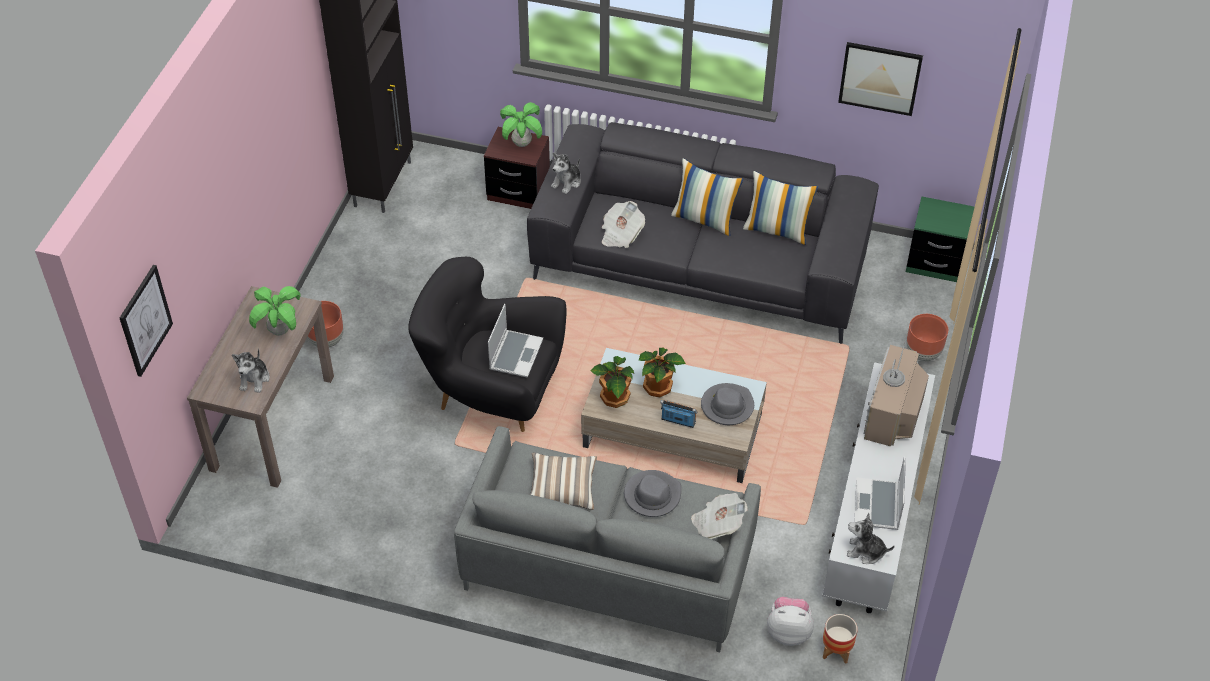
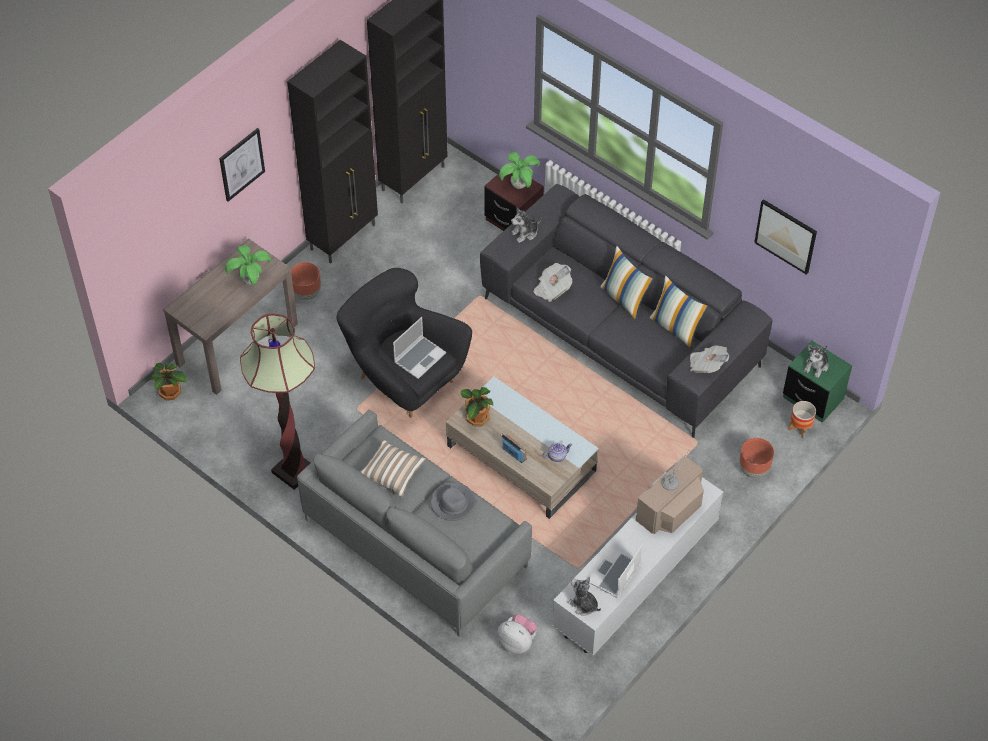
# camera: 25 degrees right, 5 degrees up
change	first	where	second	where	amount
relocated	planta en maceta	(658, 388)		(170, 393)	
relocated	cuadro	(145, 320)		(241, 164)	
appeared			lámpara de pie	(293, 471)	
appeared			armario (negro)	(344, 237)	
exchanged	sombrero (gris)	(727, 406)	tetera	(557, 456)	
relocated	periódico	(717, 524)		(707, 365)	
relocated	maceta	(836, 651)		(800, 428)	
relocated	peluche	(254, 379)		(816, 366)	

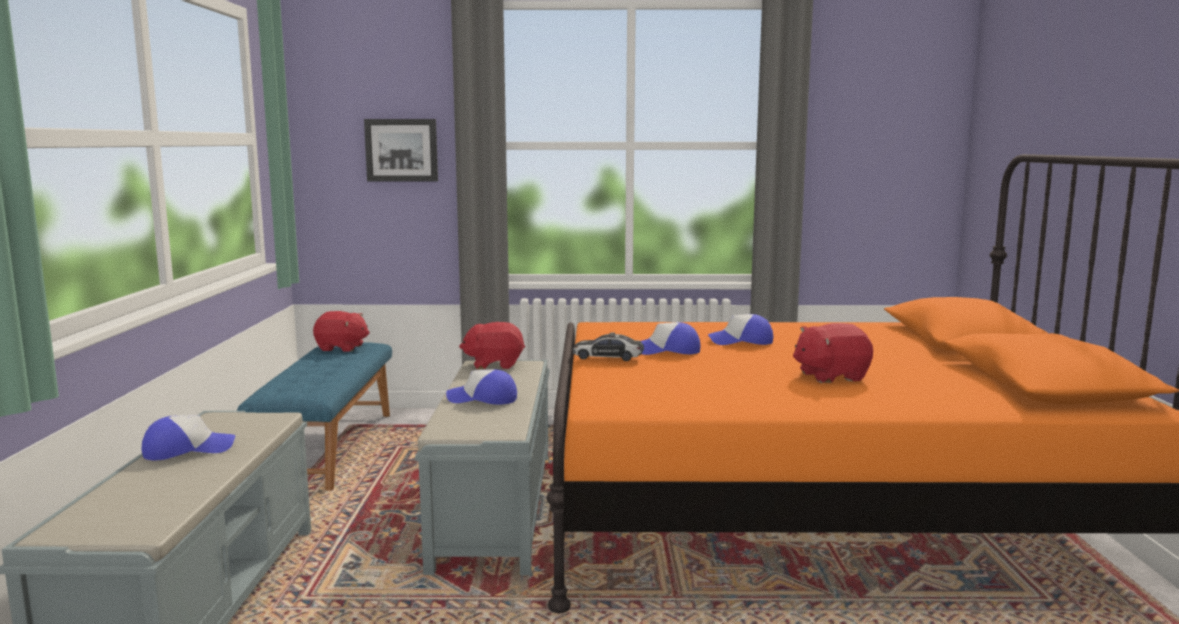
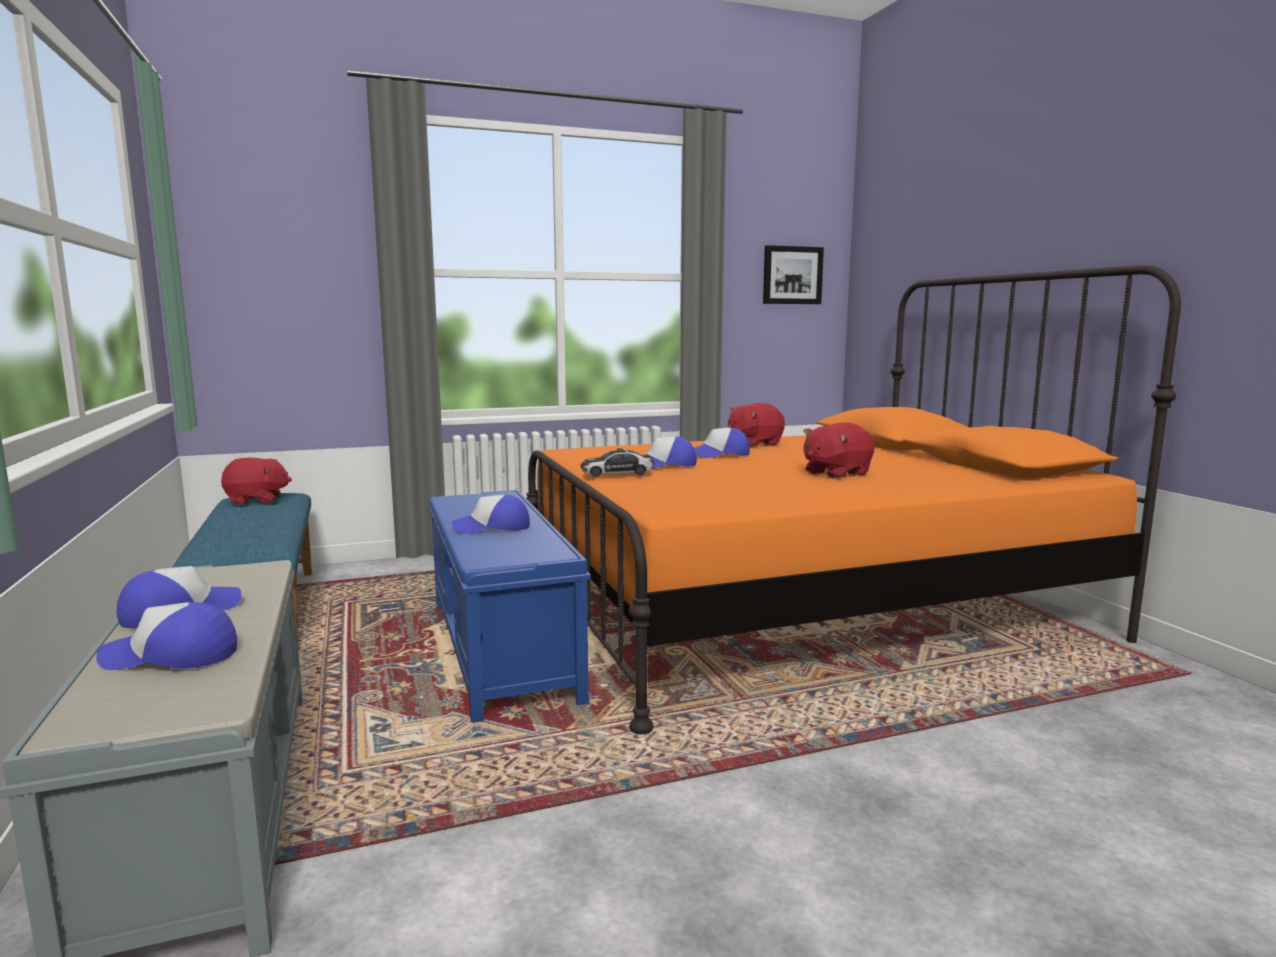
# camera: 20 degrees left, 0 degrees up
change	first	where	second	where	amount
appeared			gorra	(171, 656)	
colour	banco (gris)	(495, 510)	banco (azul)	(501, 649)	
relocated	peluche (rojo)	(494, 364)		(754, 444)	
relocated	cuadro	(402, 150)		(792, 275)	

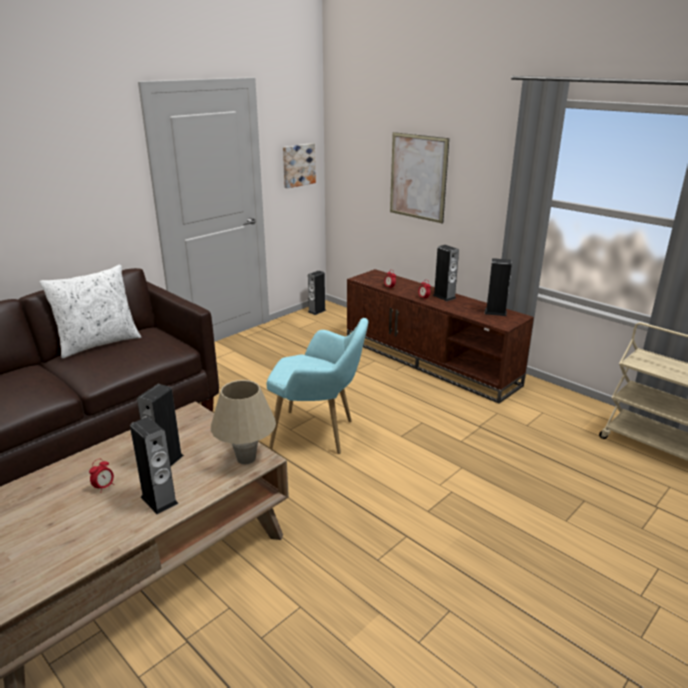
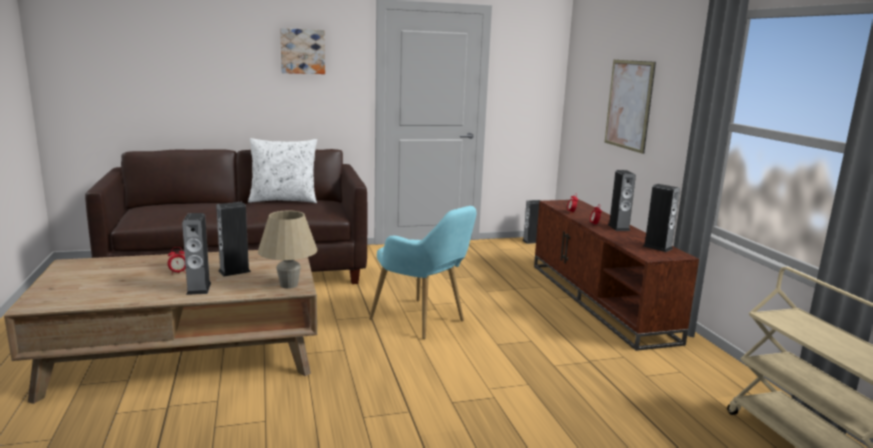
# camera: 30 degrees right, 10 degrees down
change	first	where	second	where	amount
relocated	cuadro	(298, 165)		(302, 51)	

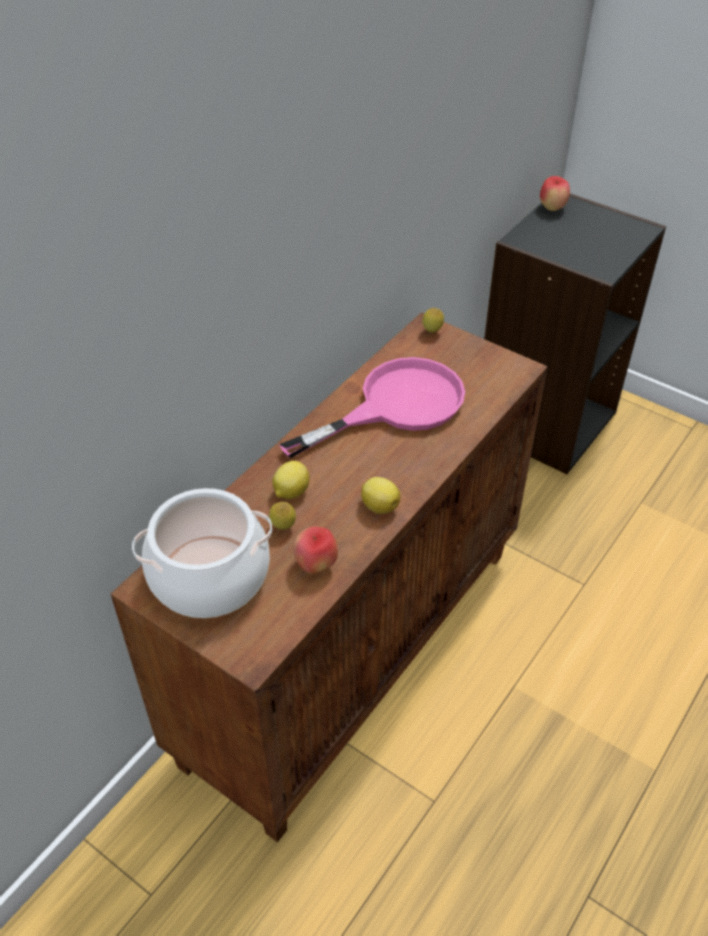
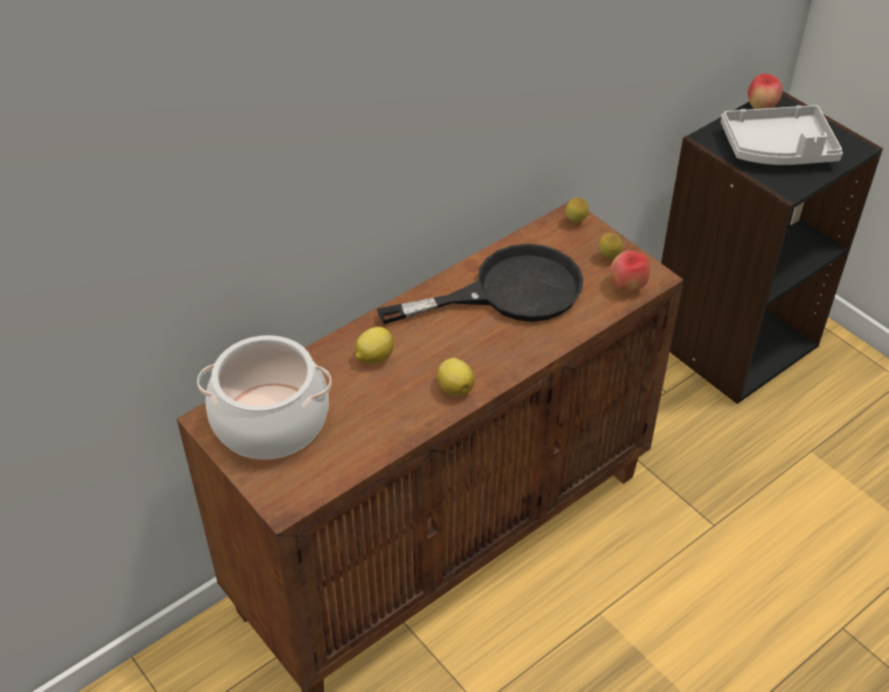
# camera: 15 degrees right, 0 degrees up
change	first	where	second	where	amount
colour	sartén (rosa)	(395, 406)	sartén (negro)	(508, 292)	
relocated	limón	(283, 527)		(609, 258)	
relocated	manzana	(316, 565)		(627, 287)	
appeared			bandeja (gris)	(778, 149)	

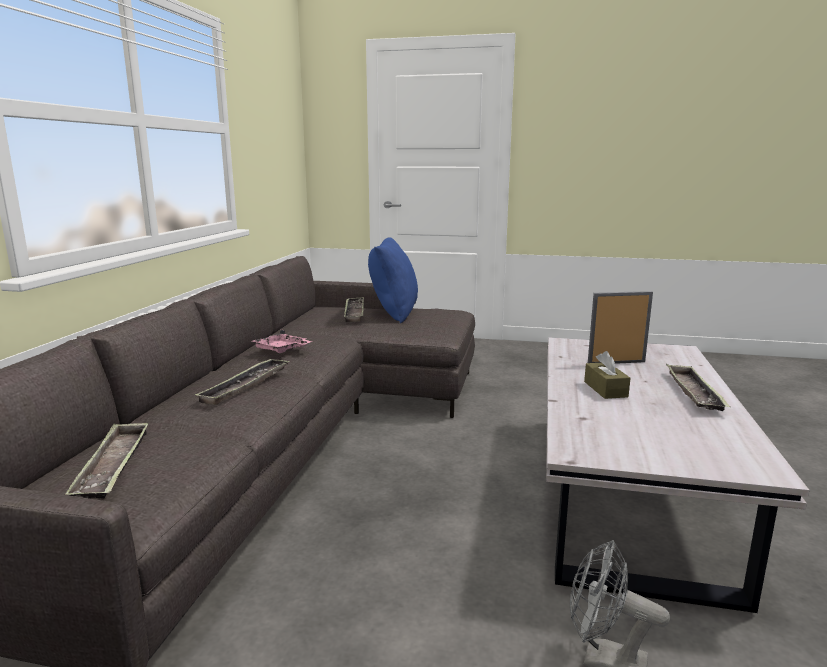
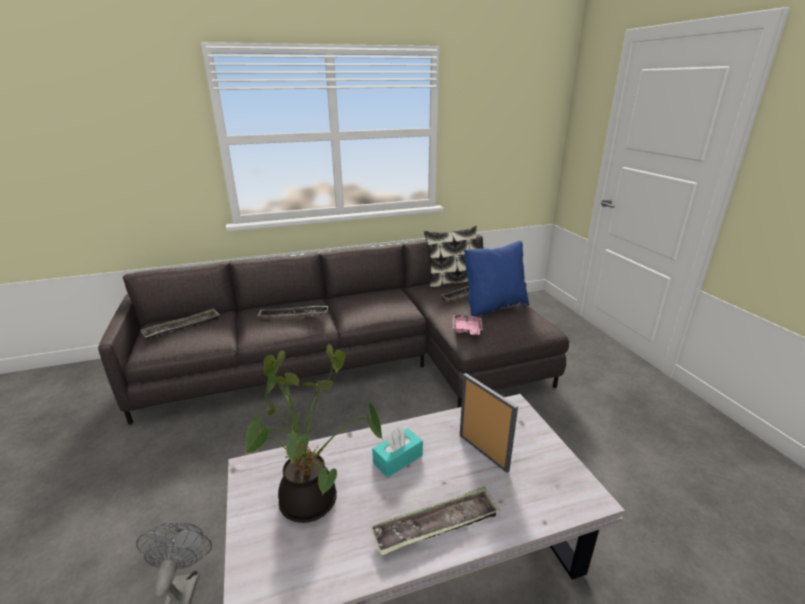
# camera: 60 degrees right, 10 degrees up
change	first	where	second	where	amount
appeared			planta en maceta	(314, 500)	
colour	caja de pañuelos (marrón)	(605, 389)	caja de pañuelos (turquesa)	(398, 459)	
appeared			cojín	(452, 282)	
relocated	bandeja (rosa)	(282, 350)		(467, 329)	

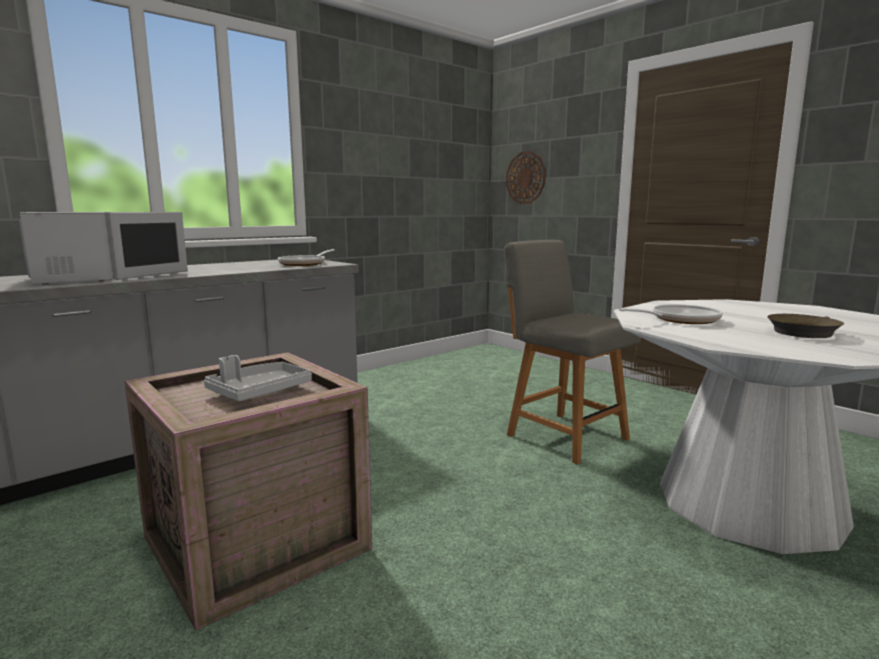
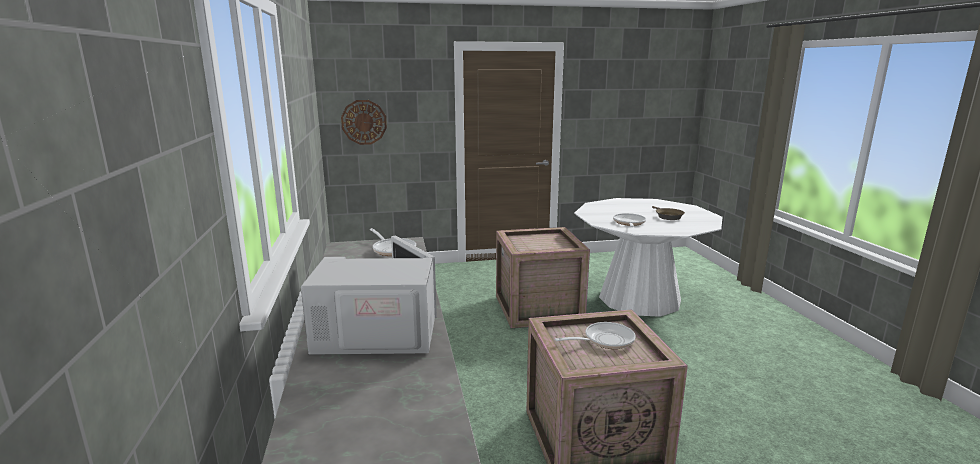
# camera: 60 degrees left, 5 degrees up
change	first	where	second	where	amount
exchanged	silla (gris)	(563, 435)	caja de embalaje	(537, 308)	
exchanged	bandeja (gris)	(259, 392)	sartén	(604, 340)	

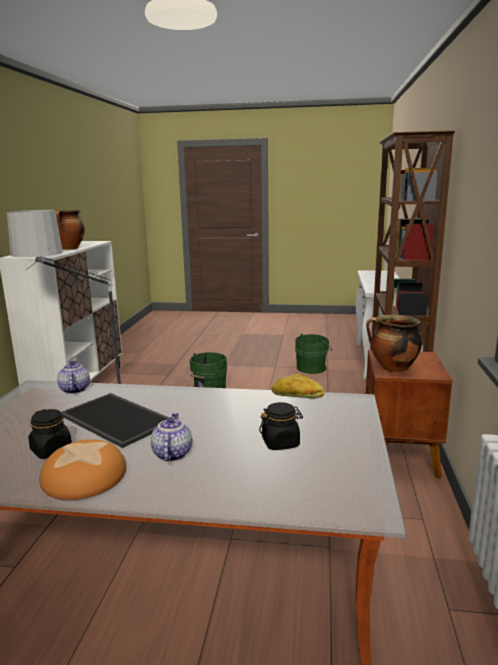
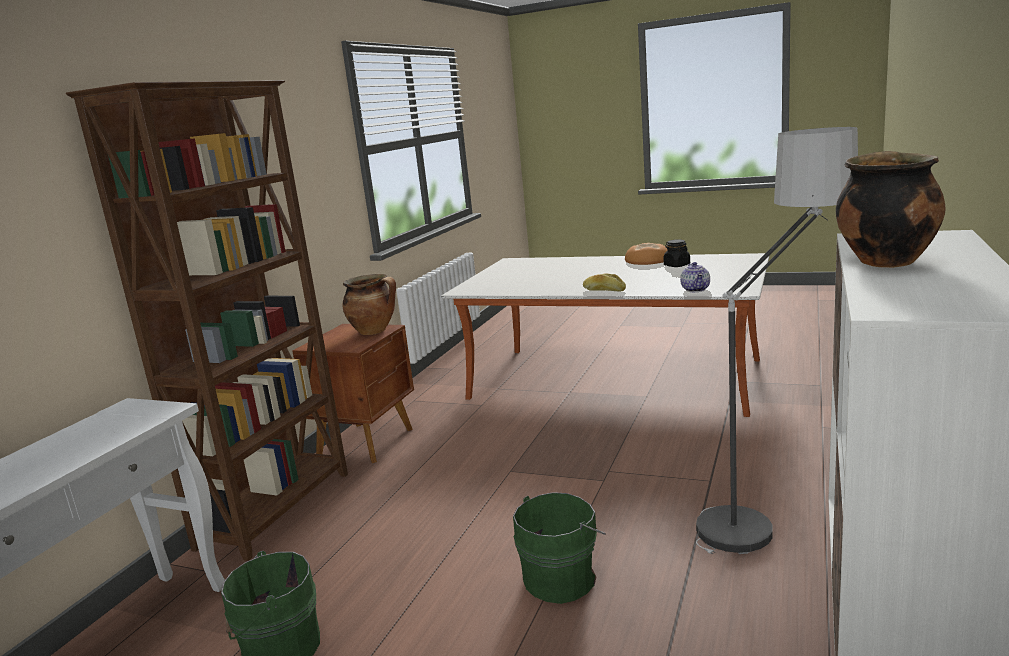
# camera: 165 degrees left, 0 degrees up
change	first	where	second	where	amount
relocated	pan	(297, 396)		(604, 290)	
missing	bandeja	(118, 419)			
missing	tetera	(171, 454)			
missing	tarro (negro)	(281, 443)			

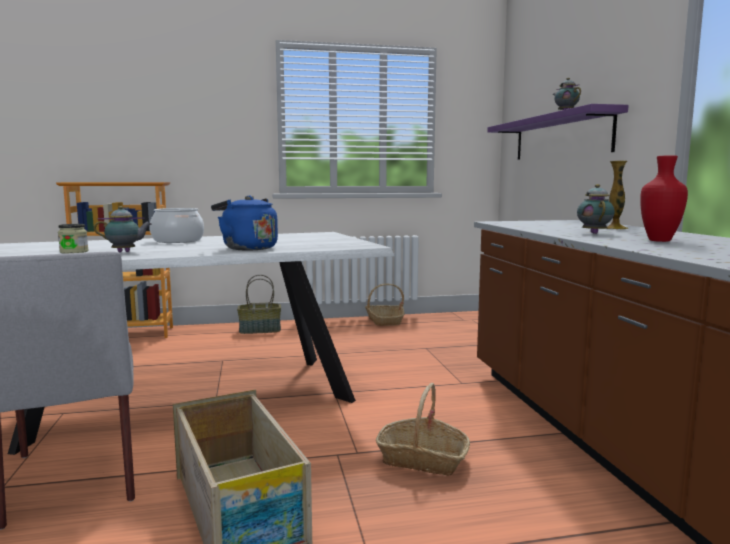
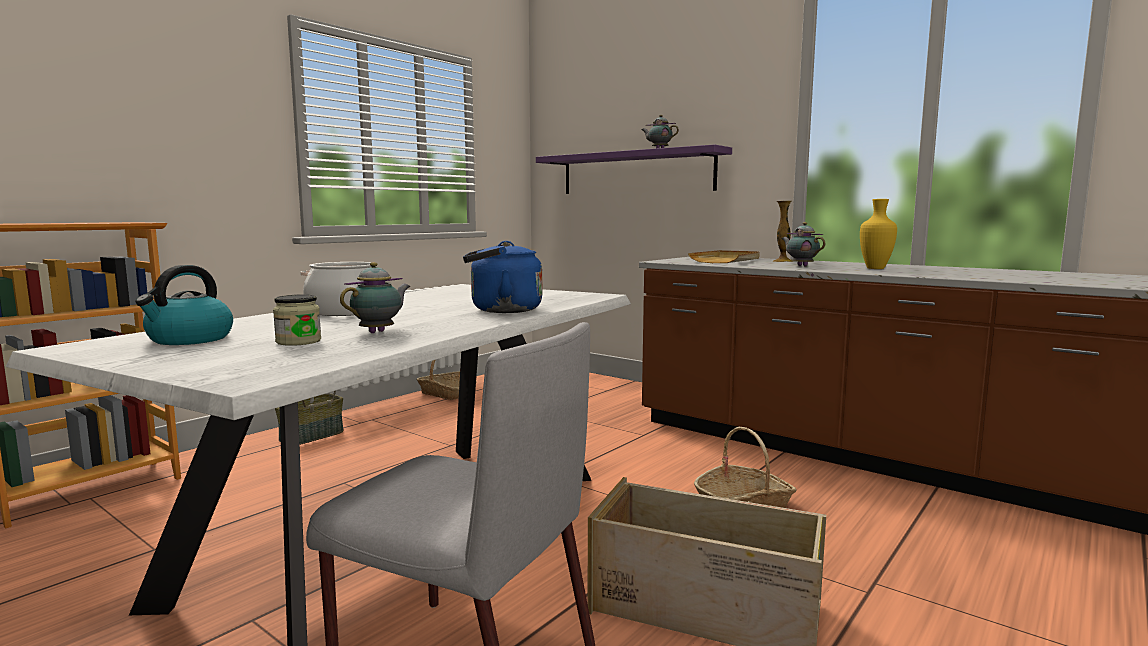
# camera: 40 degrees left, 0 degrees up
change	first	where	second	where	amount
appeared			hervidor	(189, 339)	
appeared			bandeja (beis)	(726, 260)	
colour	florero (rojo)	(658, 240)	florero (amarillo)	(874, 268)	

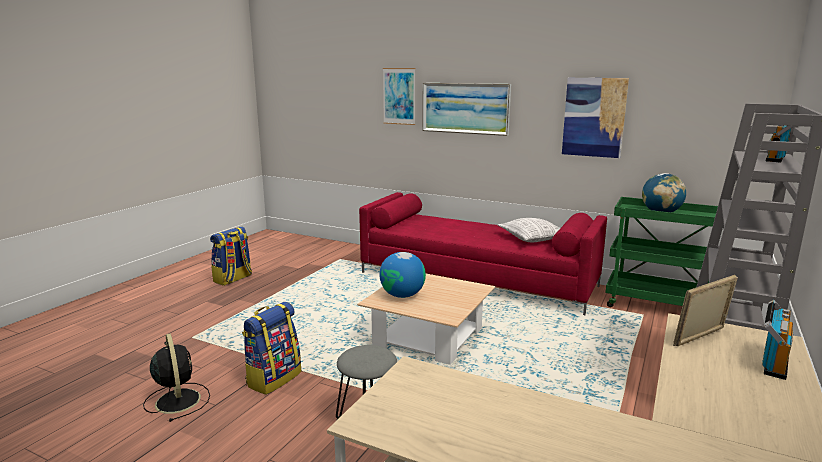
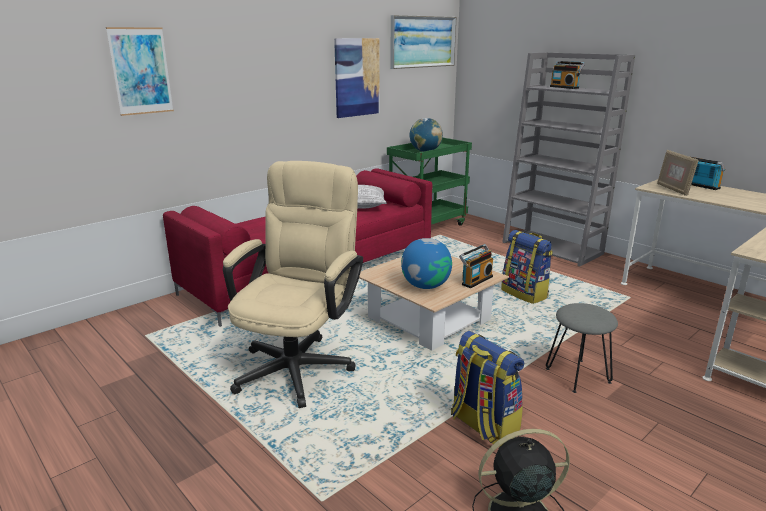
# camera: 70 degrees left, 5 degrees up
change	first	where	second	where	amount
appeared			silla de oficina (beis)	(299, 363)	
relocated	cuadro	(465, 108)		(423, 42)	
appeared			radio	(475, 280)	
relocated	mochila	(233, 279)		(525, 294)	

